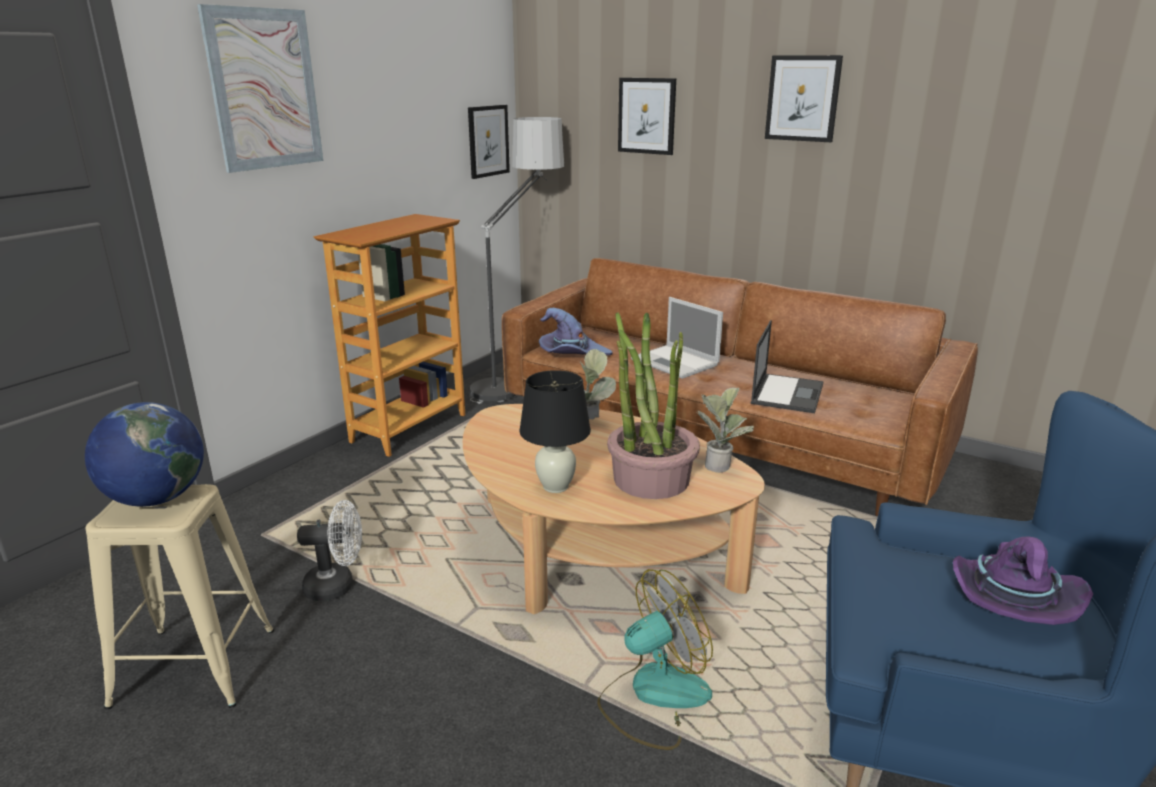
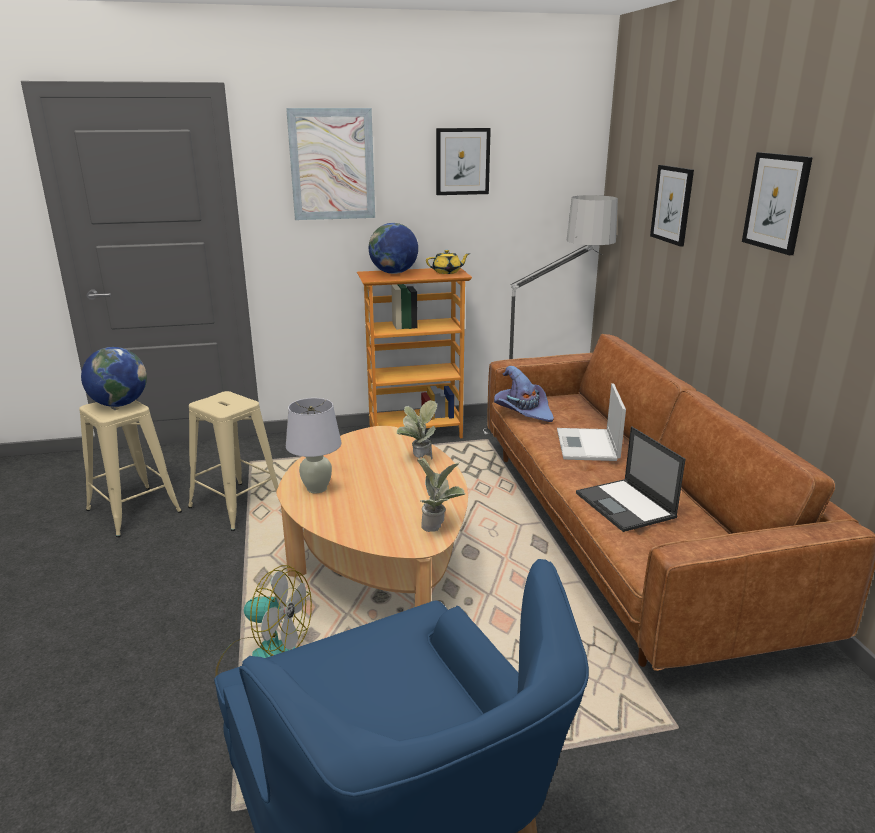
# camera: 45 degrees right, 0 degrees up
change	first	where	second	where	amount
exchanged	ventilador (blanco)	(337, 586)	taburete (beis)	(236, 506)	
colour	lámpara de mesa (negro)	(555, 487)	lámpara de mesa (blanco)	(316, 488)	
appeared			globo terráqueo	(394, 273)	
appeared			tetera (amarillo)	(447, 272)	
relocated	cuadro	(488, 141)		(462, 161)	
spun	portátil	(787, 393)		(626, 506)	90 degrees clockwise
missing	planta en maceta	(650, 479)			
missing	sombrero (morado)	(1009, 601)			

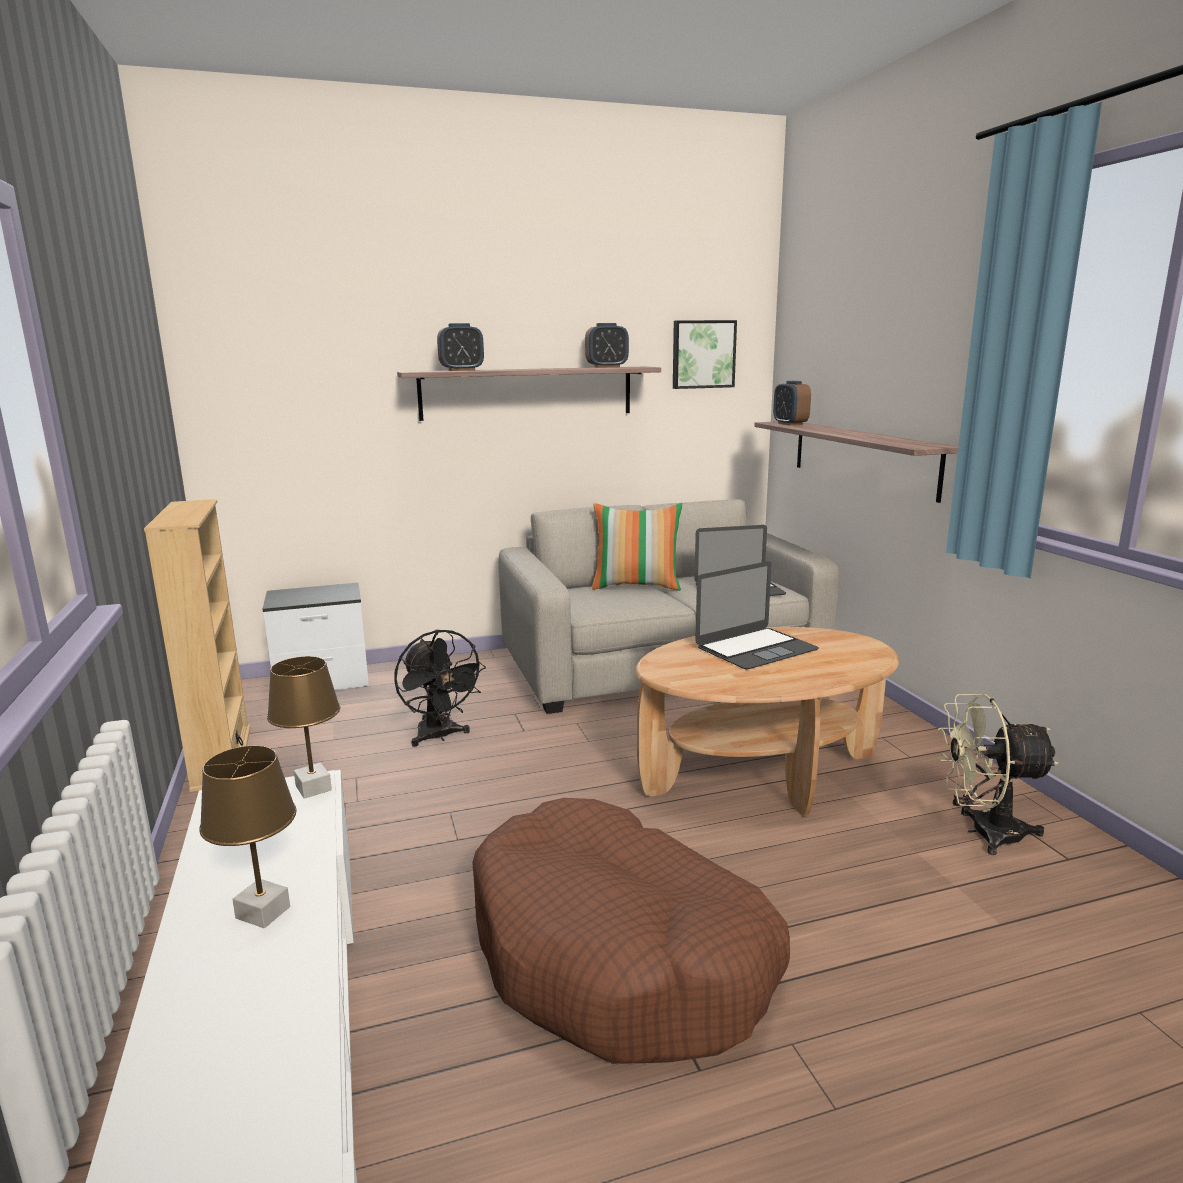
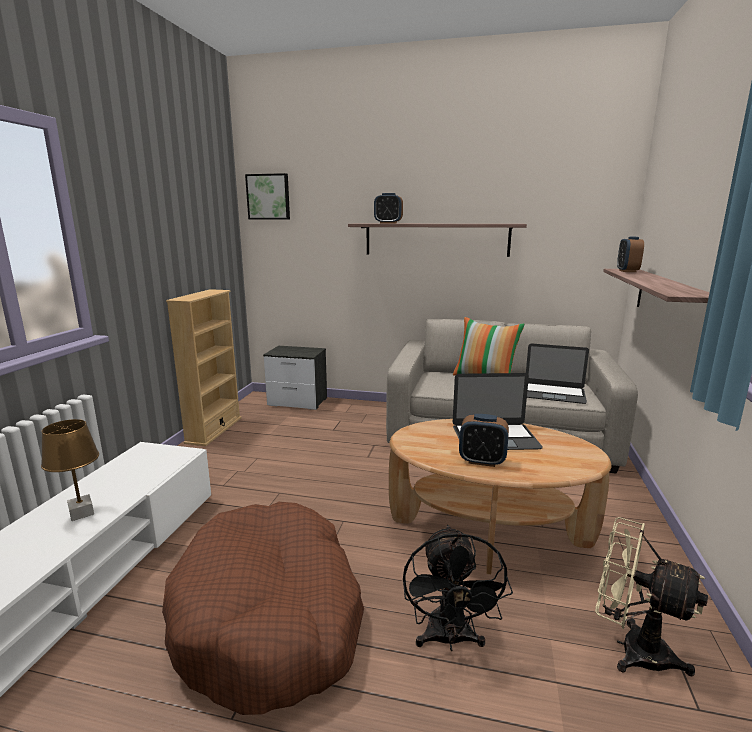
# camera: 30 degrees right, 0 degrees up
change	first	where	second	where	amount
relocated	cuadro	(702, 354)		(268, 197)	
relocated	ventilador (negro)	(439, 736)		(449, 640)	
relocated	despertador	(607, 367)		(482, 461)	
missing	lámpara de mesa (marrón)	(314, 788)			

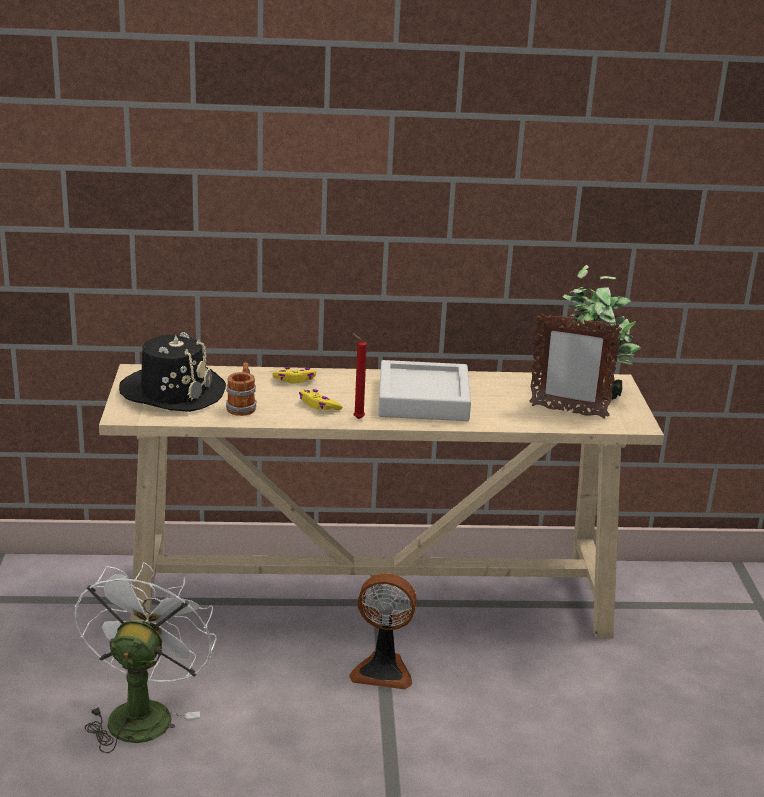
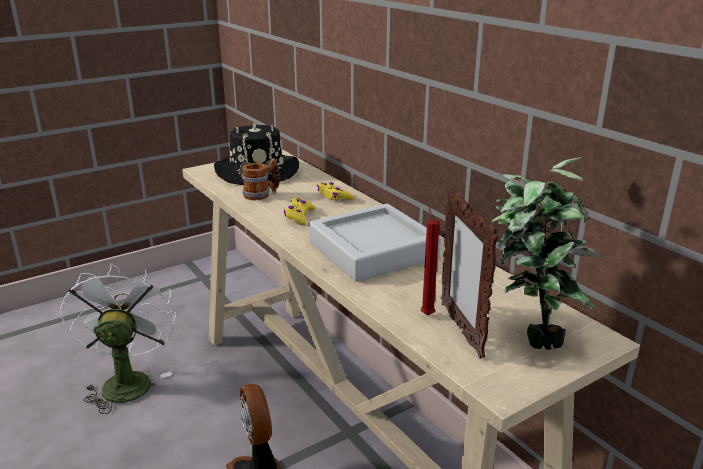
# camera: 60 degrees right, 0 degrees up
change	first	where	second	where	amount
spun	ventilador (blanco)	(142, 712)		(126, 381)	75 degrees counterclockwise
relocated	vela (rojo)	(357, 418)		(426, 314)	

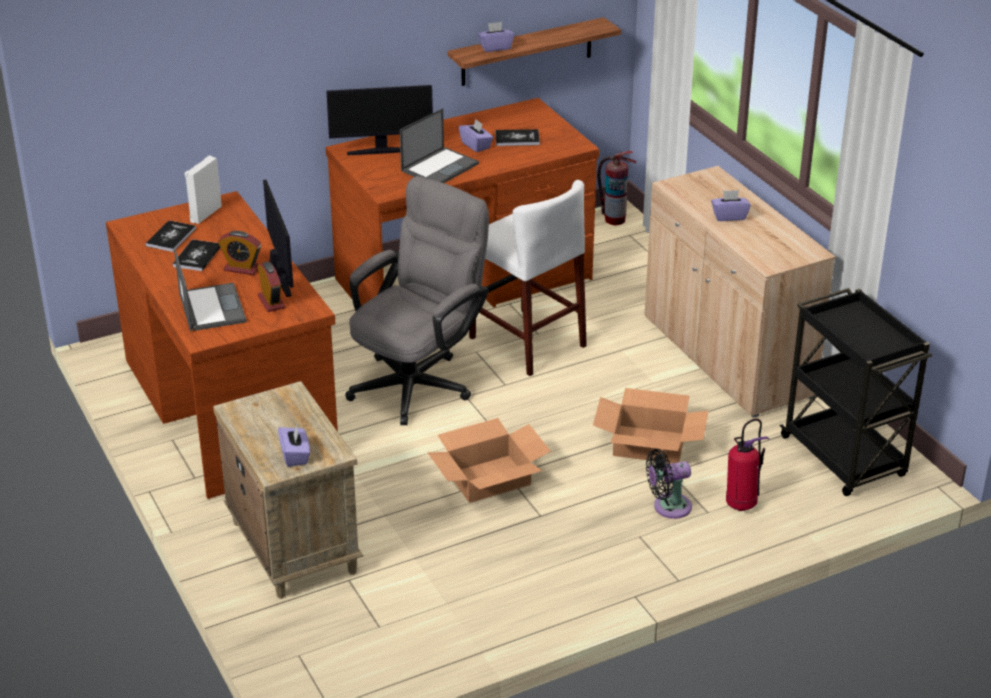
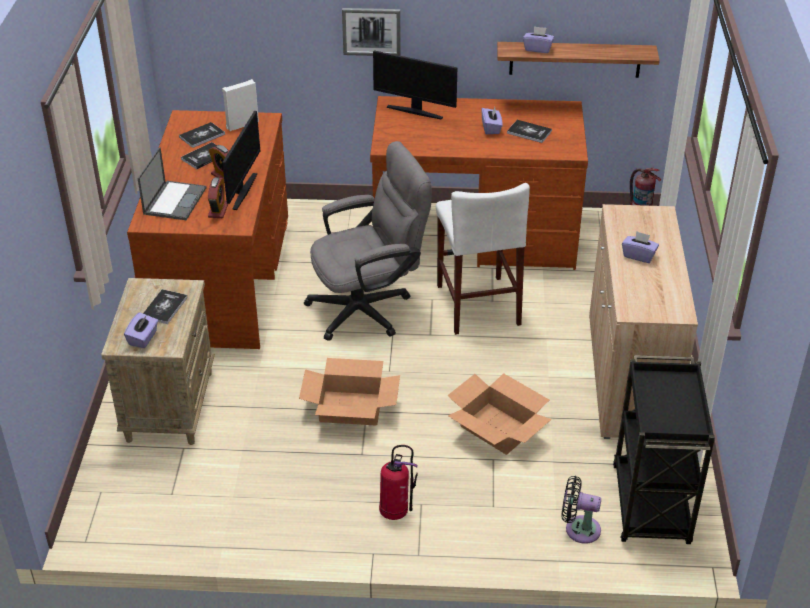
# camera: 30 degrees right, 5 degrees up
change	first	where	second	where	amount
appeared			libro	(164, 307)	
appeared			cuadro	(371, 31)	
relocated	extintor	(741, 503)		(396, 512)	
relocated	ventilador (negro)	(668, 507)		(579, 529)	
missing	portátil	(440, 167)			

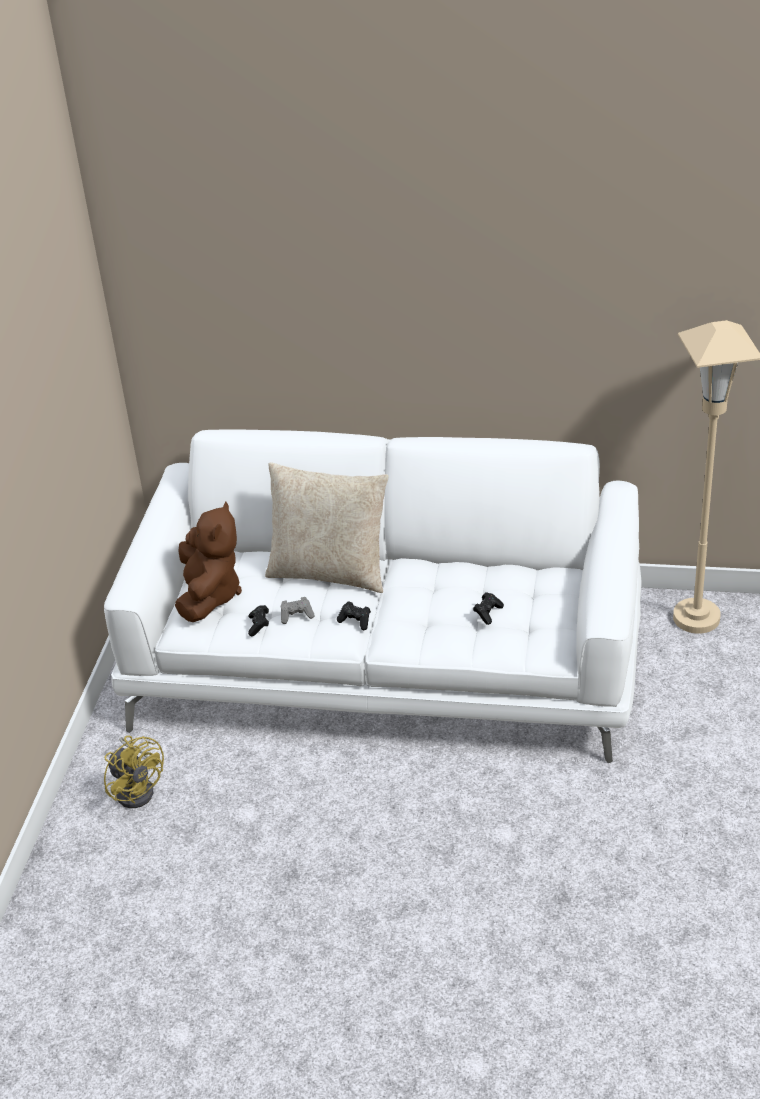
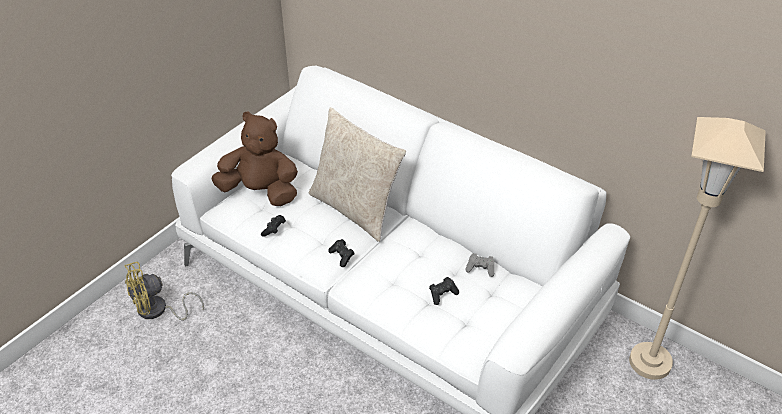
# camera: 25 degrees right, 5 degrees up
change	first	where	second	where	amount
spun	ventilador (amarillo)	(137, 788)		(158, 311)	75 degrees clockwise
spun	peluche (marrón)	(209, 596)		(261, 192)	105 degrees counterclockwise
relocated	mando de consola (gris)	(296, 615)		(480, 269)	

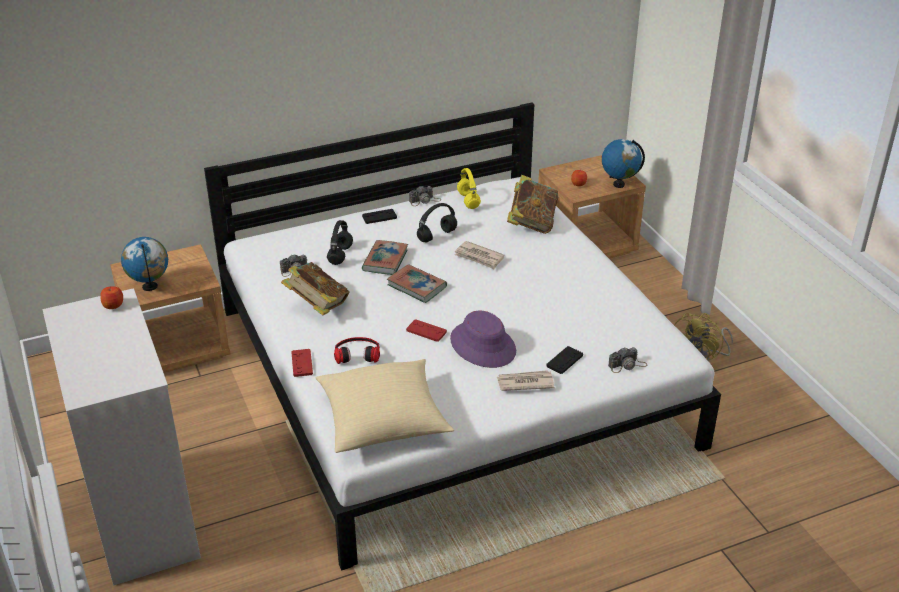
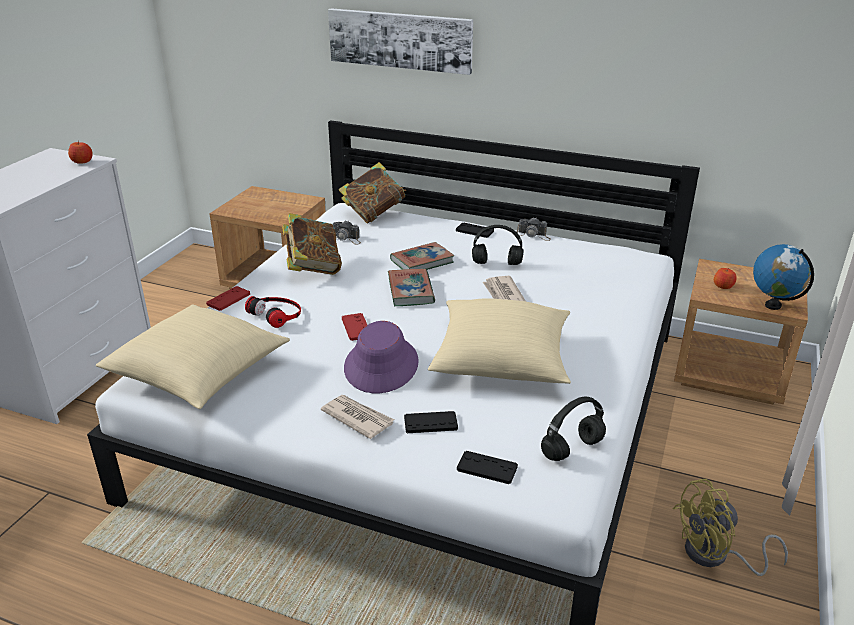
# camera: 45 degrees right, 5 degrees down
change	first	where	second	where	amount
appeared			cuadro	(400, 40)	
relocated	libro	(532, 223)		(374, 214)	
appeared			cojín (beis)	(501, 360)	
exchanged	cámara	(627, 365)	mando de consola (negro)	(487, 468)	
relocated	auriculares (negro)	(340, 256)		(572, 450)	
missing	globo terráqueo	(150, 287)			
missing	auriculares (amarillo)	(469, 201)			

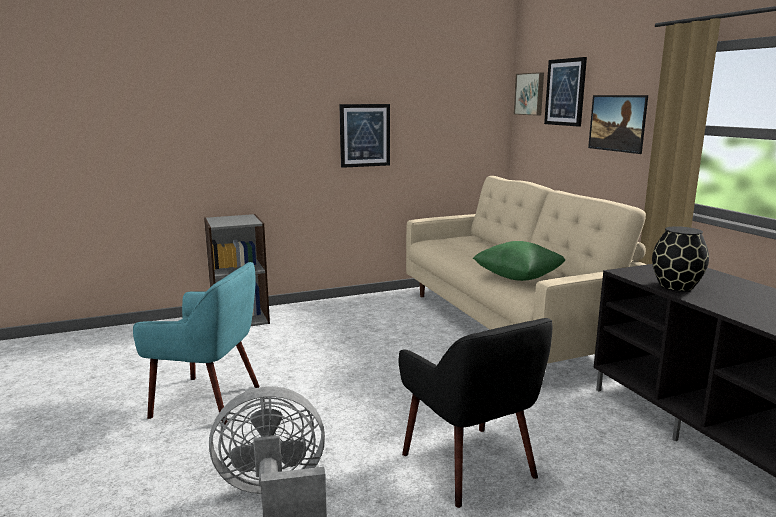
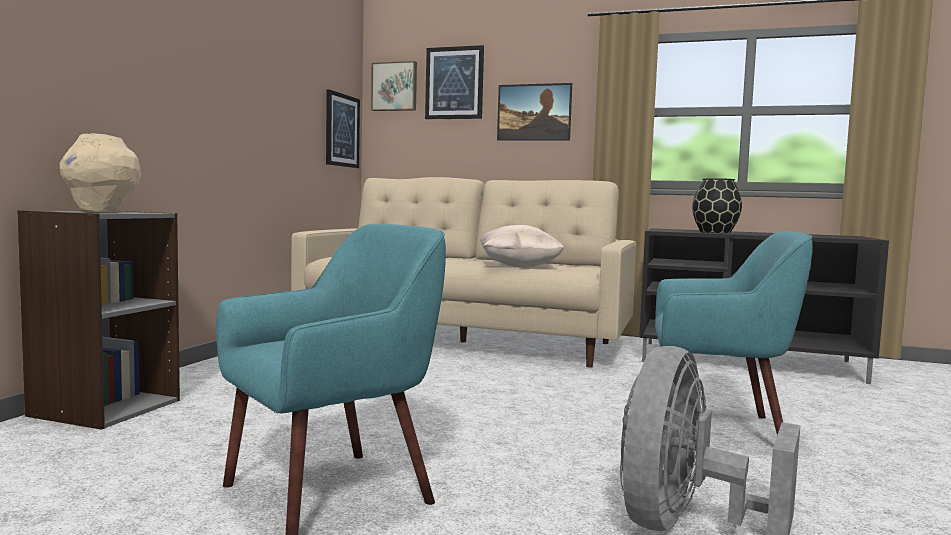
# camera: 50 degrees left, 10 degrees down
change	first	where	second	where	amount
appeared			florero (beis)	(101, 211)	
relocated	cuadro	(364, 135)		(342, 130)	
colour	cojín (verde)	(518, 277)	cojín (beis)	(518, 266)	
colour	sillón (negro)	(470, 465)	sillón (turquesa)	(717, 428)	

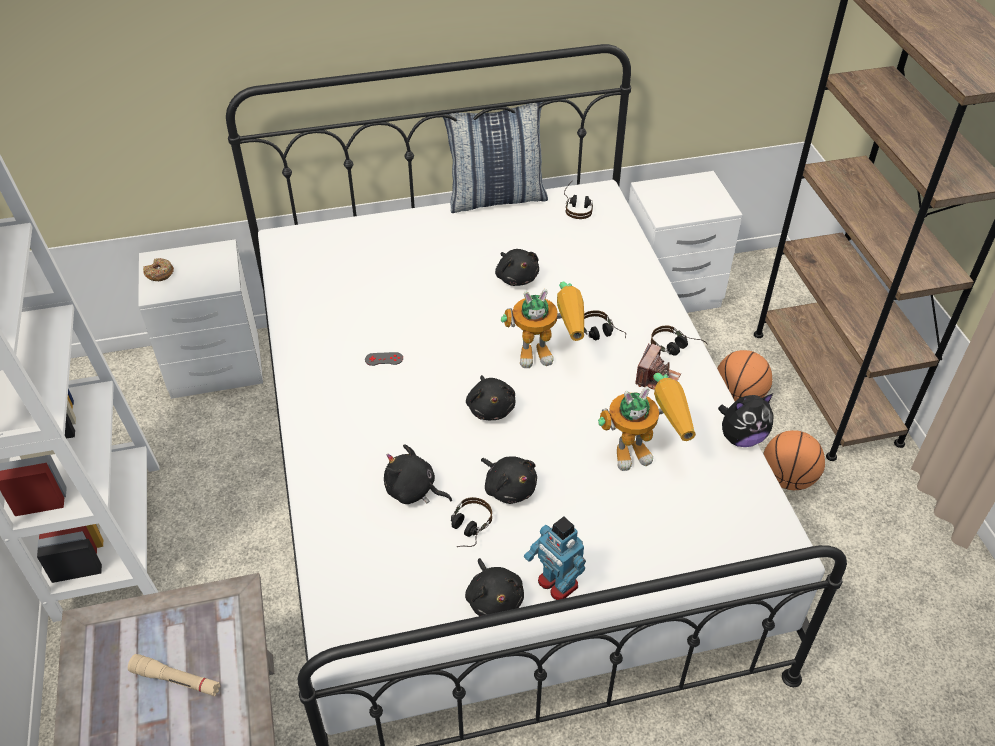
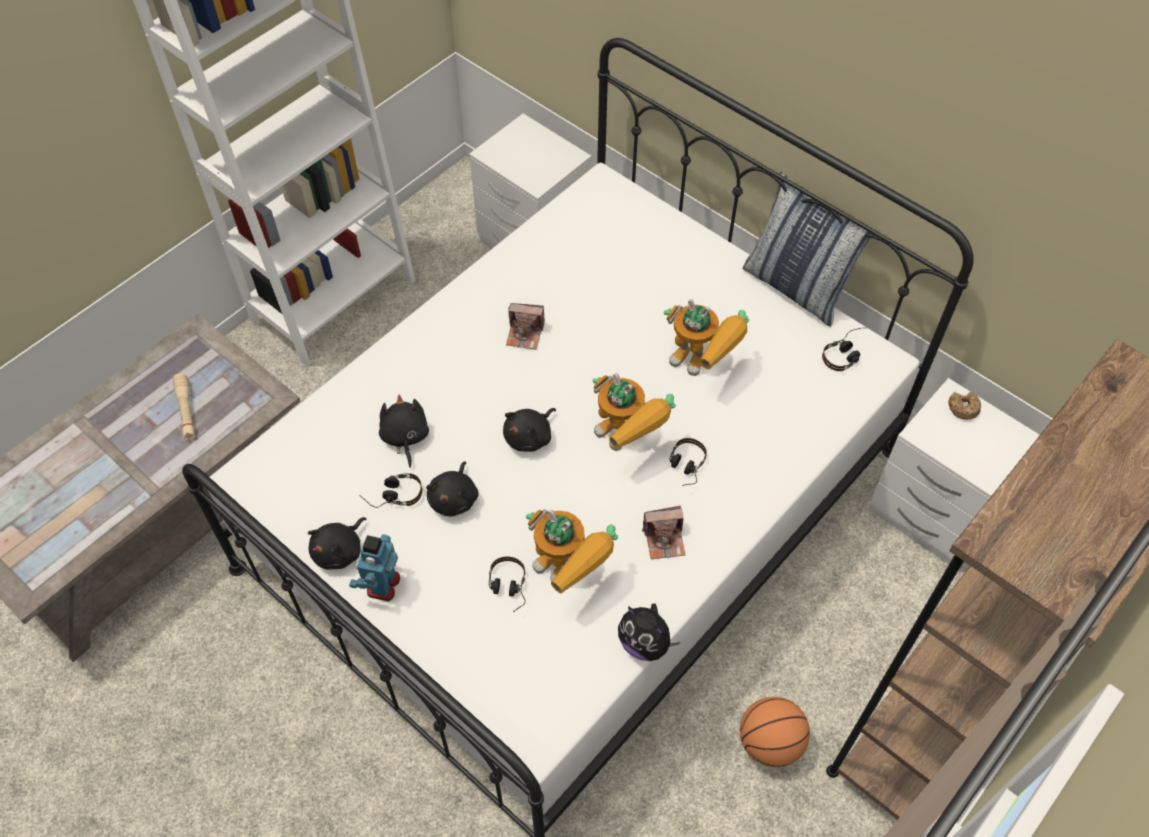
# camera: 55 degrees right, 10 degrees up
change	first	where	second	where	amount
relocated	auriculares	(677, 348)		(508, 590)	
exchanged	mando de consola (gris)	(384, 359)	cámara	(525, 334)	
exchanged	peluche (negro)	(516, 277)	robot de juguete	(702, 364)	
relocated	rosquilla	(159, 274)		(963, 408)	
missing	balón de baloncesto	(739, 396)			

